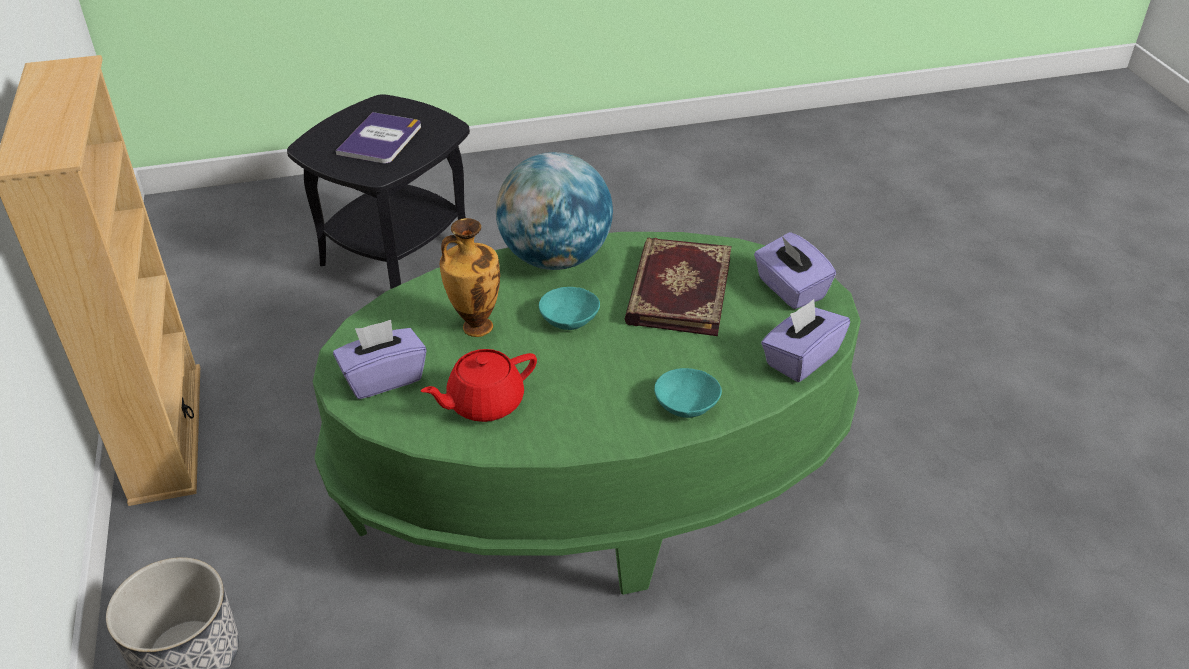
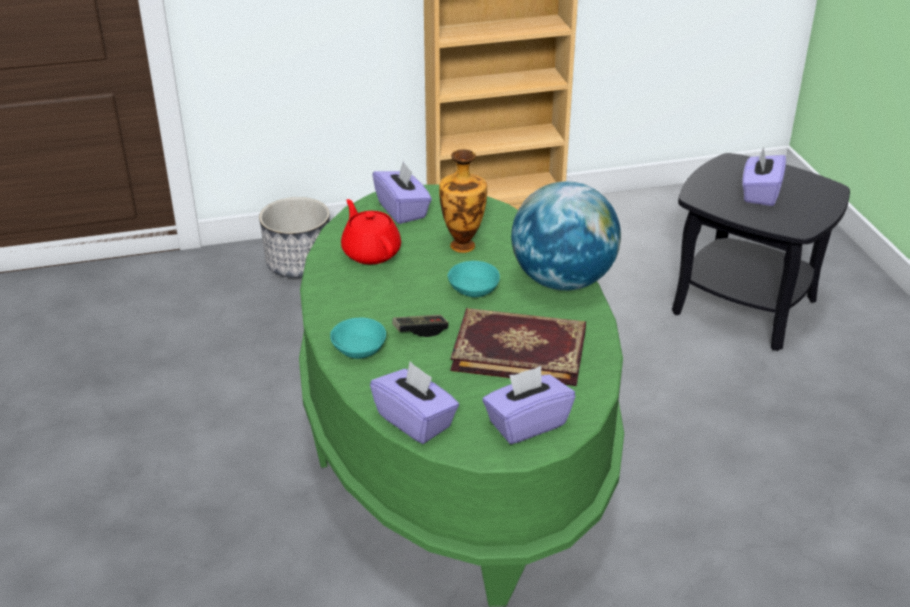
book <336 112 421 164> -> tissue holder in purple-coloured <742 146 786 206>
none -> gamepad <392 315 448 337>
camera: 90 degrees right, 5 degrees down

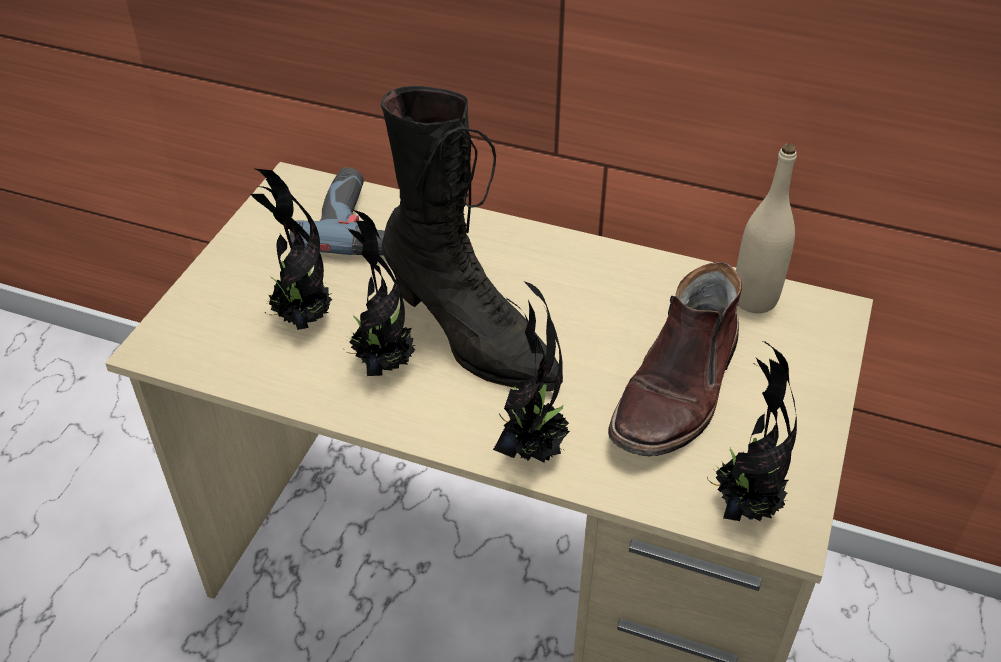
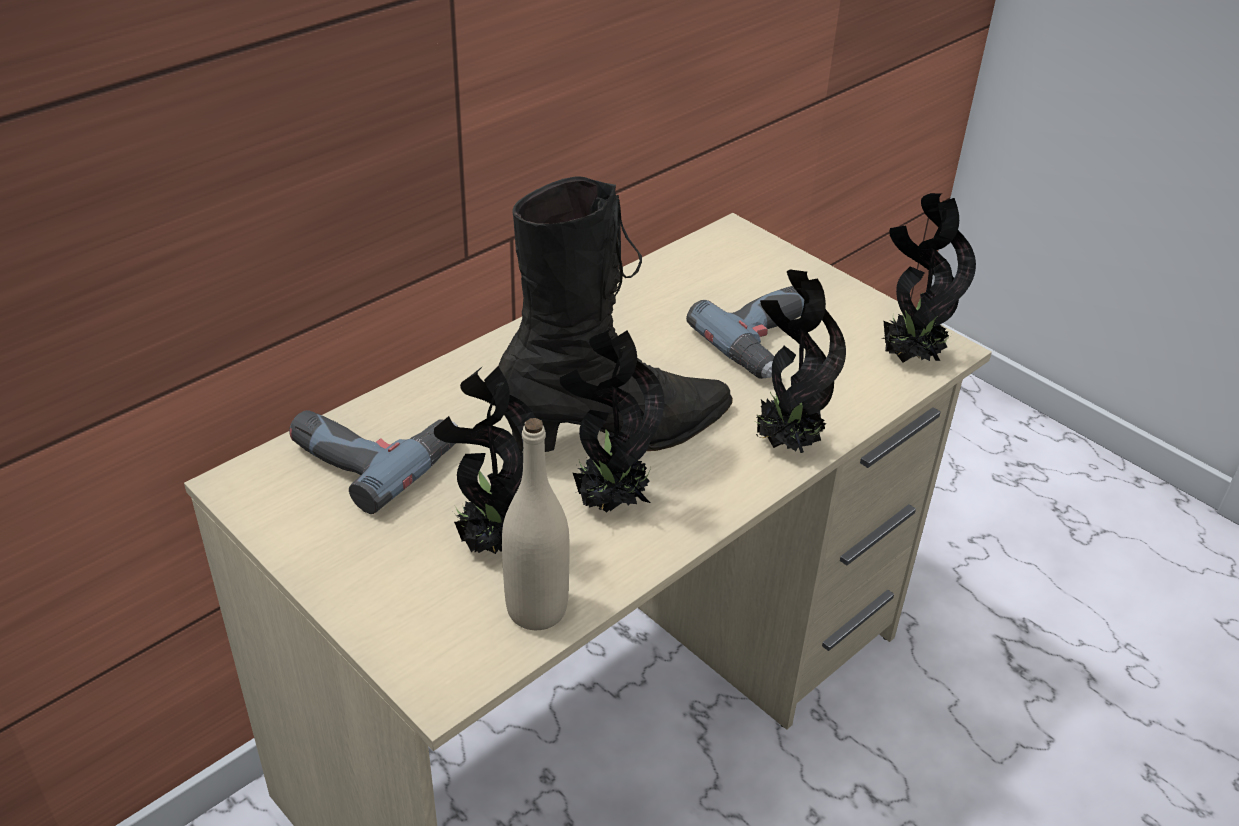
tall boot in brown <608 262 742 456> -> drill <686 286 804 379>
beverage bottle in beige <736 144 797 313> -> beverage bottle in beige <502 418 570 630>, relocated
camera: 65 degrees left, 5 degrees down

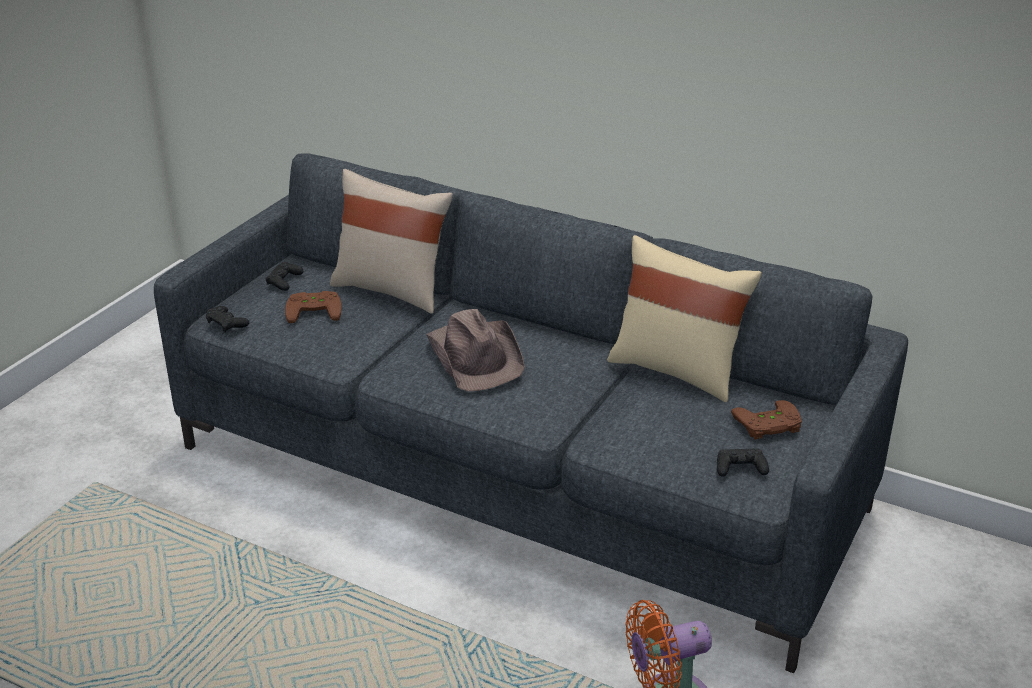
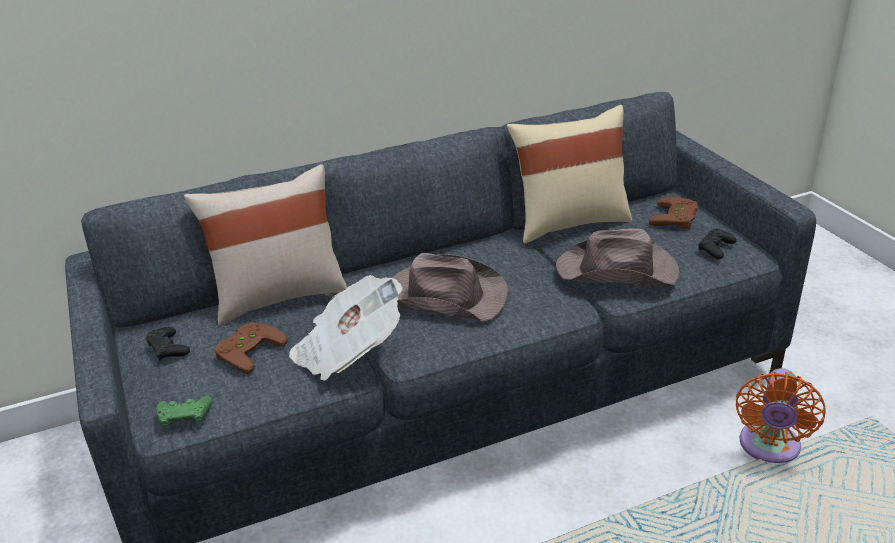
gamepad in black-coloured <206 306 249 332> -> gamepad in green <156 396 212 428>
none -> newspaper <289 275 403 381>
none -> hat in brown <556 228 680 286>
camera: 50 degrees left, 0 degrees up

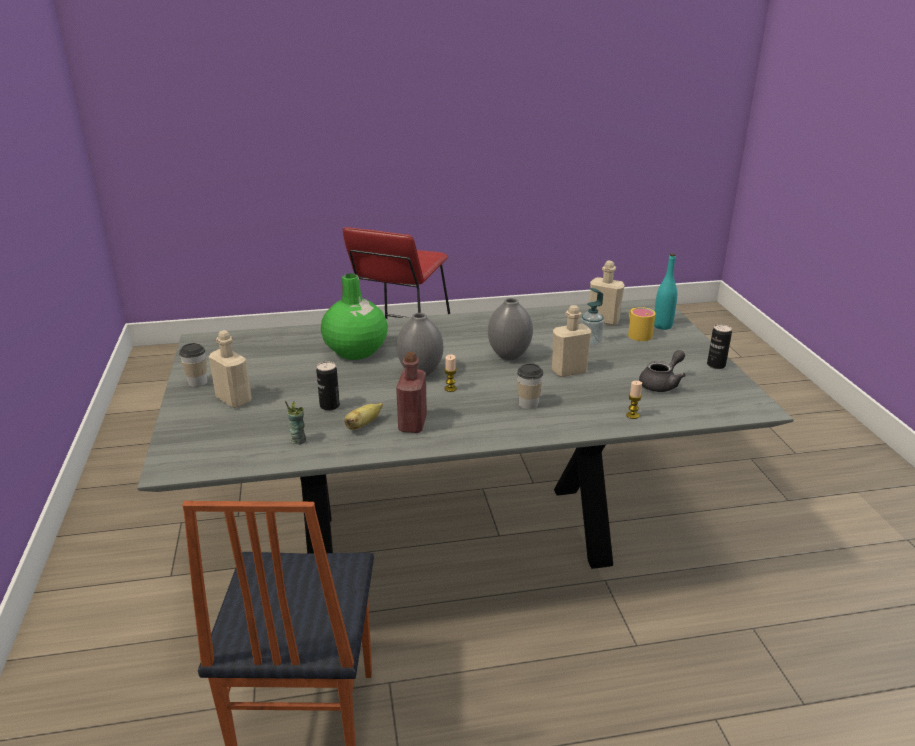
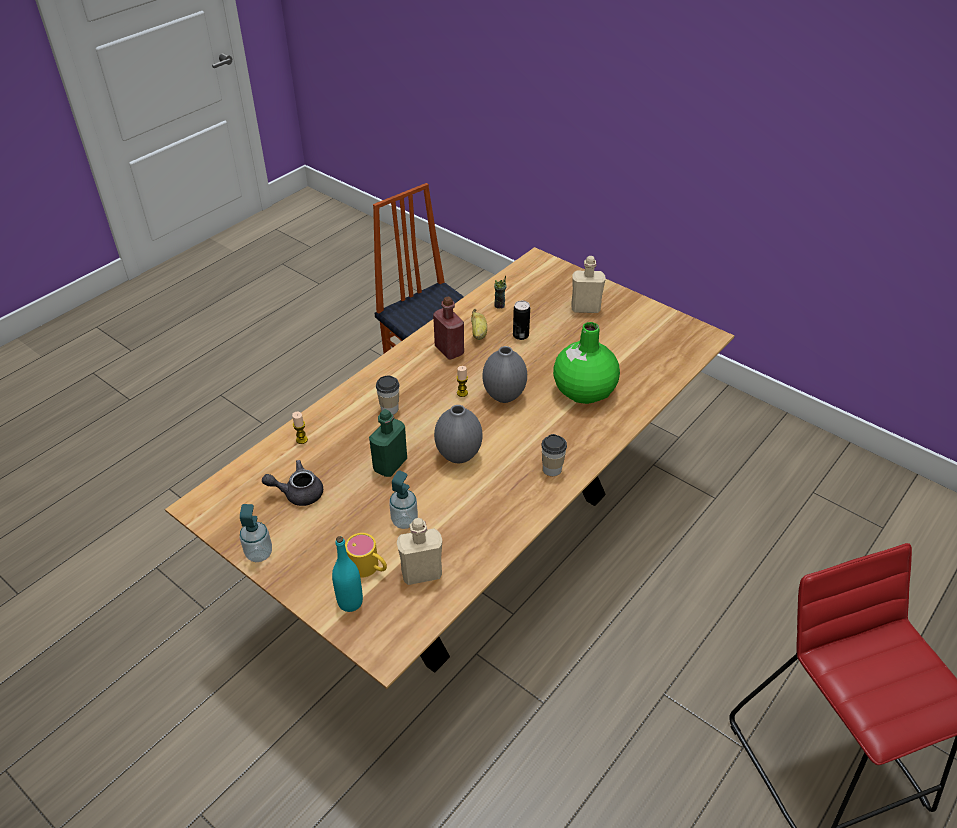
dinner table in gray <137 298 794 569> -> dinner table in brown <165 247 735 689>
cup <179 343 207 387> -> cup <541 434 567 476>, relocated
beverage bottle in beige <552 305 591 377> -> beverage bottle in green <369 409 407 477>
teapot in gray <639 350 686 392> -> teapot in gray <262 460 323 506>, 75 degrees clockwise
sealed can <707 324 732 369> -> soap dispenser <240 504 272 562>
camera: 140 degrees right, 15 degrees up

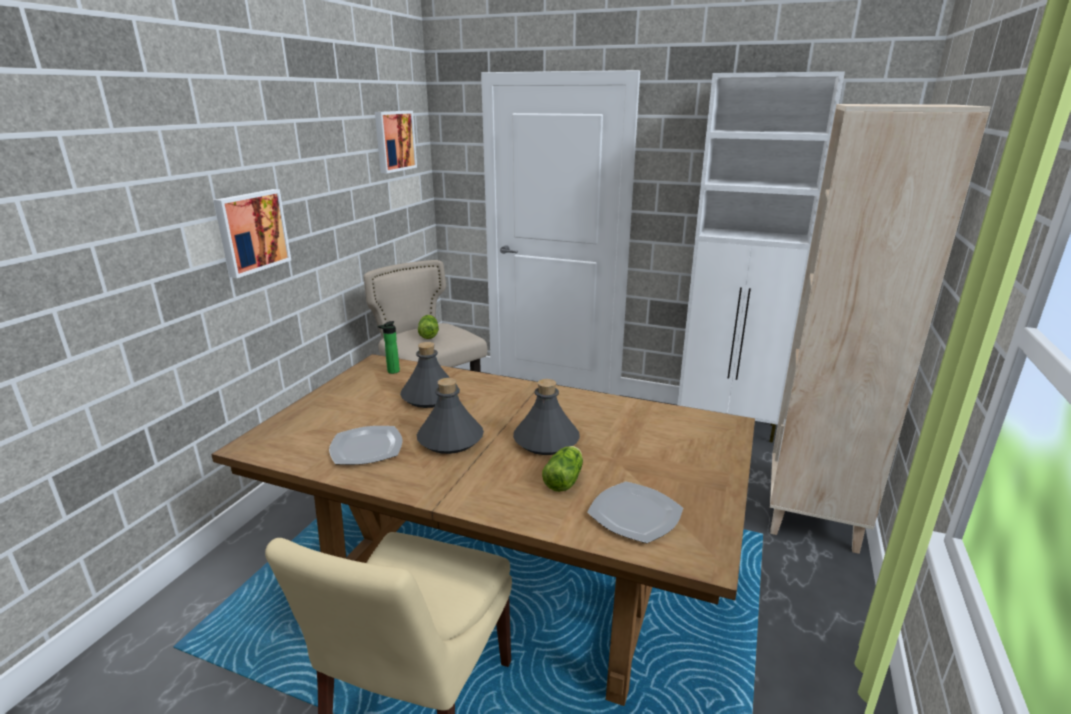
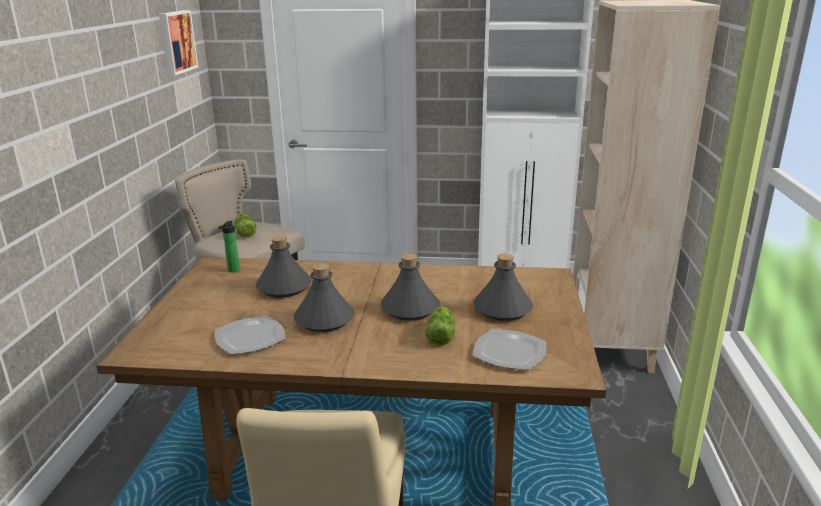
picture <214 189 291 278> -> none
none -> beverage bottle in gray <473 253 533 321>
camera: 15 degrees left, 0 degrees up

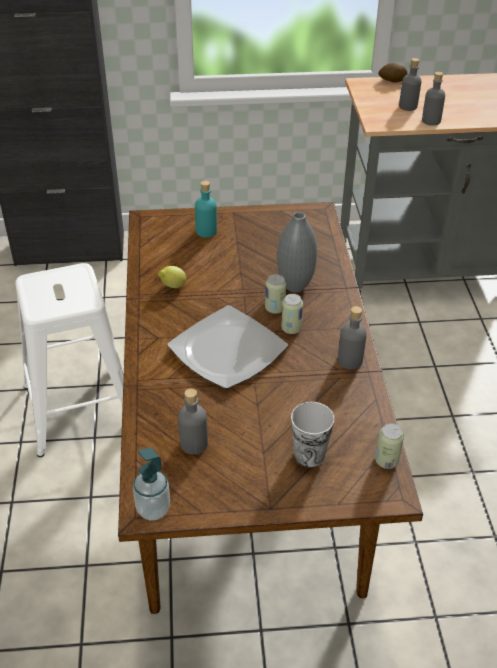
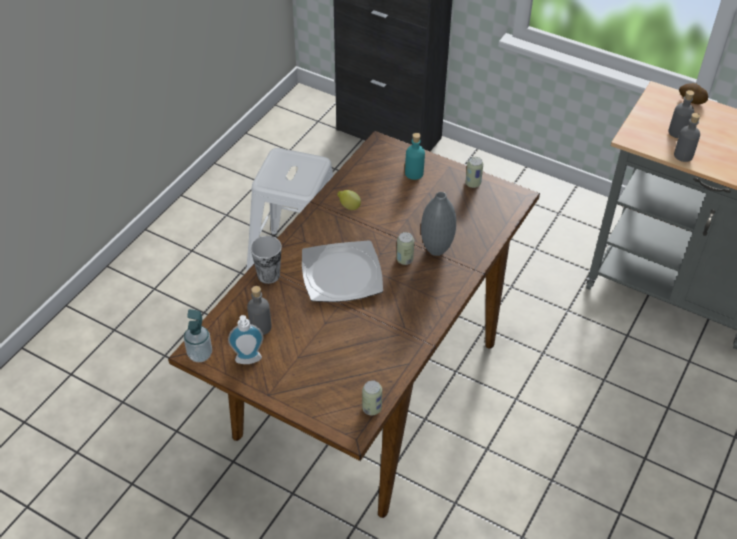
sealed can <281 294 303 334> -> sealed can <465 157 483 188>, relocated
cup <291 402 334 467> -> cup <250 236 282 284>, relocated
beverage bottle in gray <338 306 367 369> -> none
none -> soap dispenser <228 315 264 364>
camera: 35 degrees right, 5 degrees up

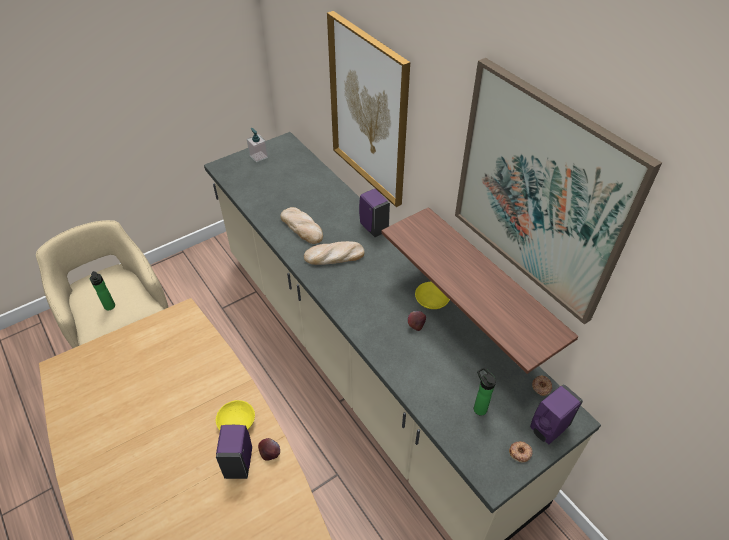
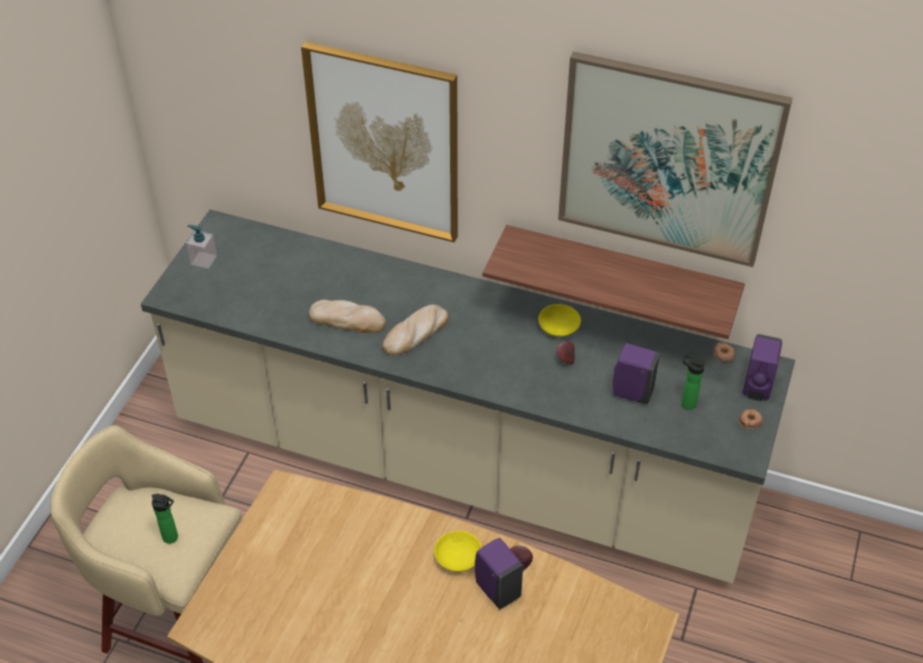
soap dispenser in purple-coloured <359 189 390 237> -> soap dispenser in purple-coloured <613 343 660 405>, relocated
camera: 35 degrees left, 0 degrees up

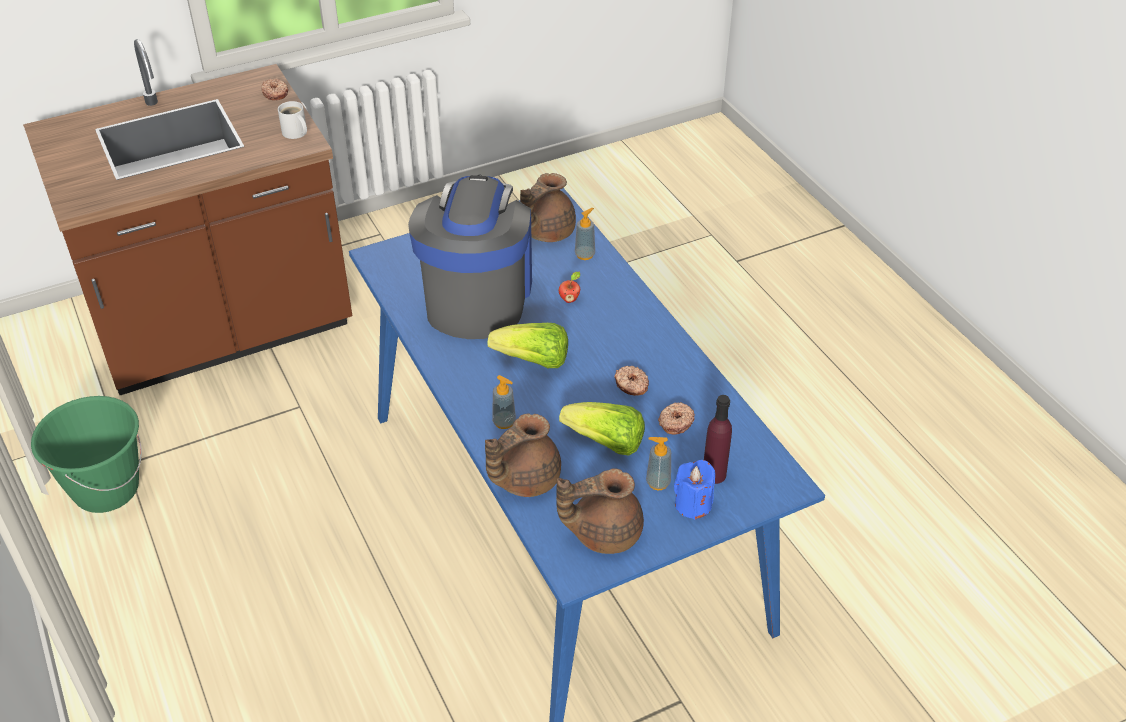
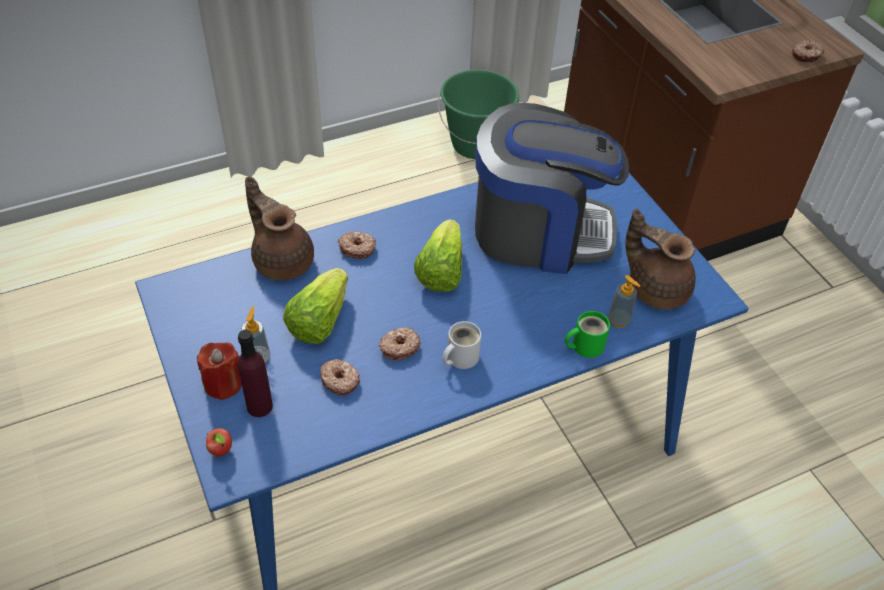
mug in whitish <278 101 307 139> -> mug in whitish <442 321 481 369>, relocated
soap dispenser <492 375 516 429> -> doughnut <338 232 376 259>
teapot in brown <556 469 644 554> -> none
apple <559 272 580 303> -> apple <206 428 232 456>, relocated
candle in bluish <674 460 715 520> -> candle in reddish <197 343 242 400>
none -> mug in green <565 311 610 358>
camera: 90 degrees right, 5 degrees up

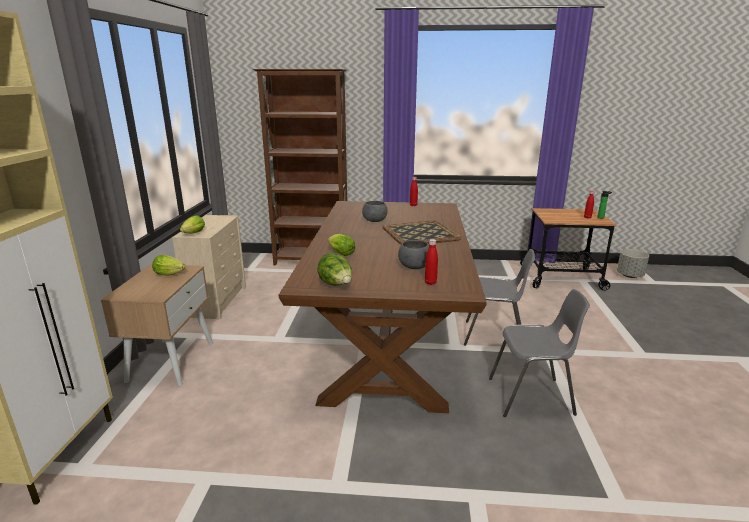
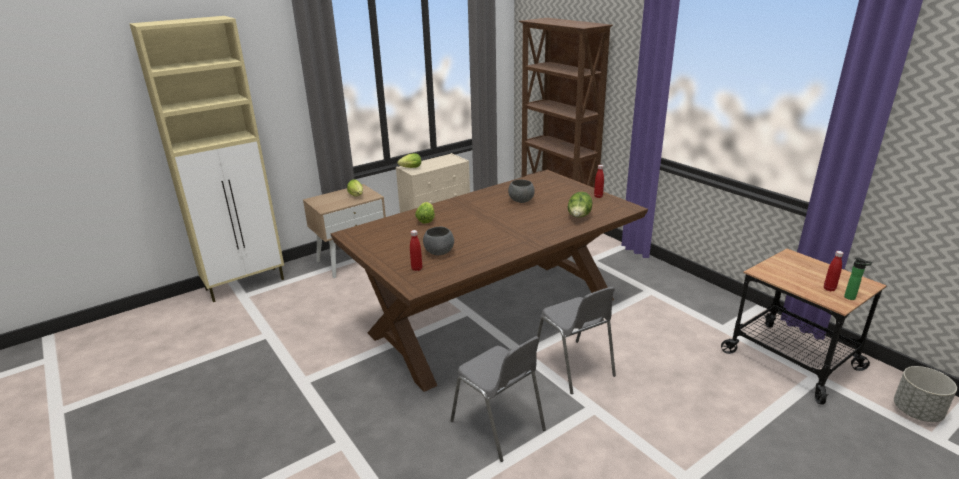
lettuce head <318 253 352 286> -> lettuce head <568 192 593 218>, relocated
serving tray <383 220 461 245> -> none
camera: 50 degrees right, 5 degrees up

